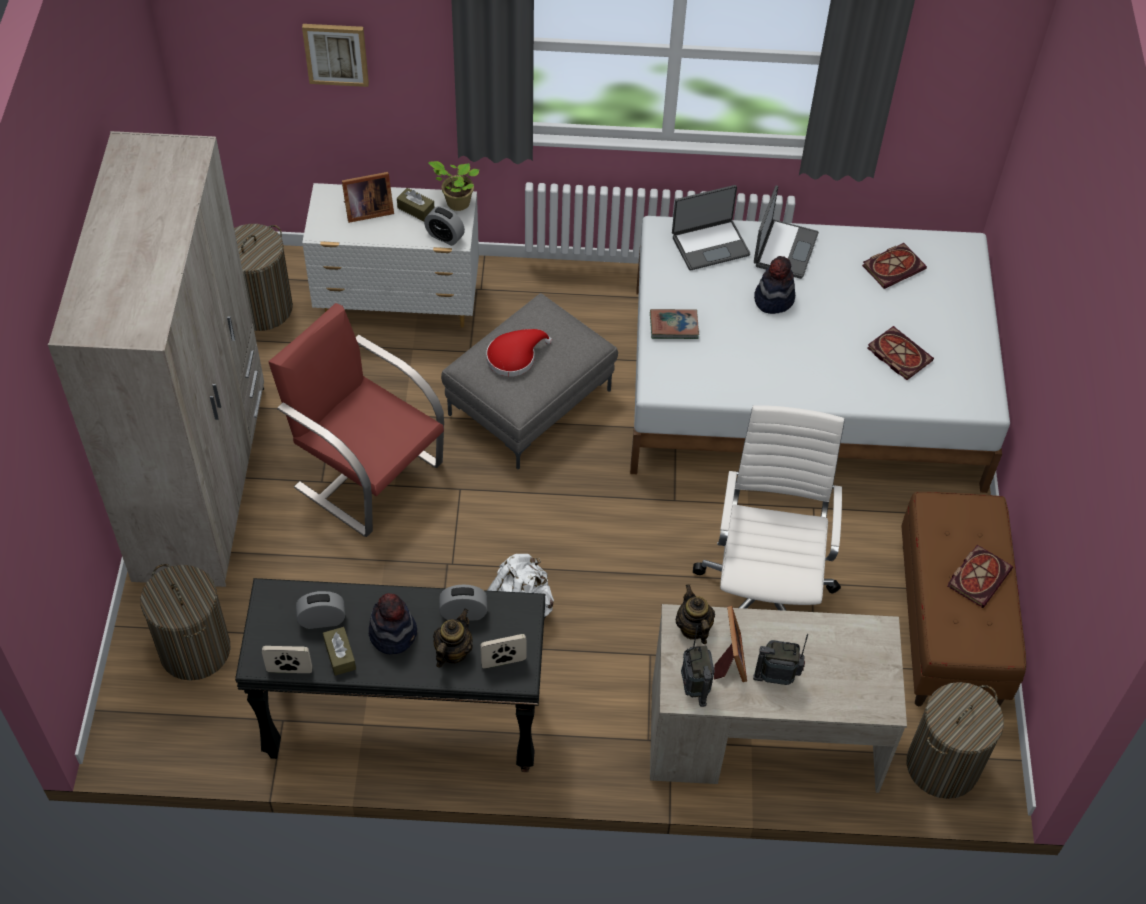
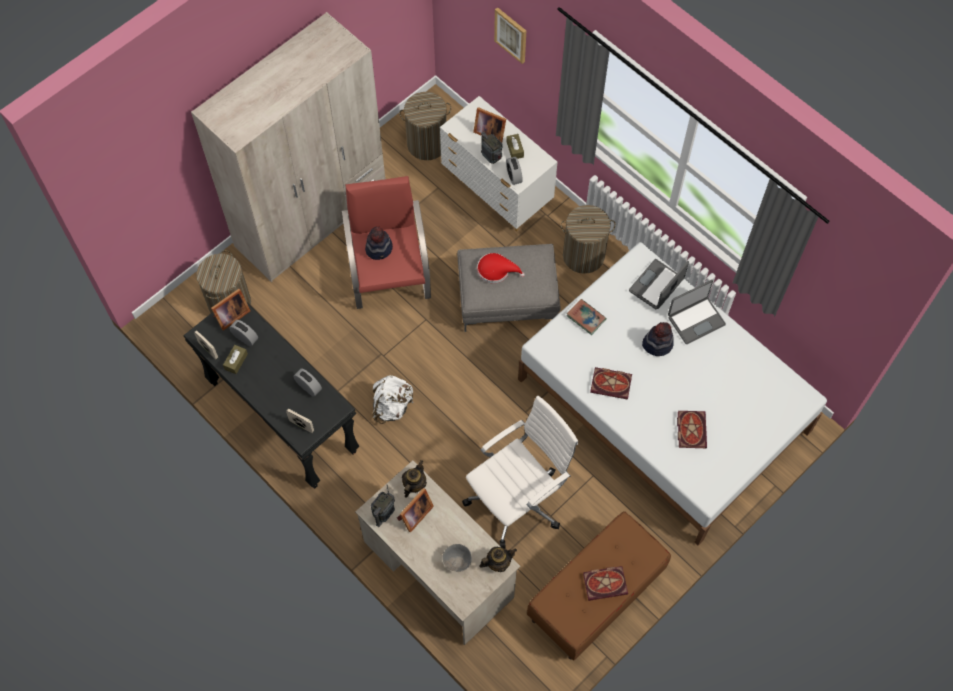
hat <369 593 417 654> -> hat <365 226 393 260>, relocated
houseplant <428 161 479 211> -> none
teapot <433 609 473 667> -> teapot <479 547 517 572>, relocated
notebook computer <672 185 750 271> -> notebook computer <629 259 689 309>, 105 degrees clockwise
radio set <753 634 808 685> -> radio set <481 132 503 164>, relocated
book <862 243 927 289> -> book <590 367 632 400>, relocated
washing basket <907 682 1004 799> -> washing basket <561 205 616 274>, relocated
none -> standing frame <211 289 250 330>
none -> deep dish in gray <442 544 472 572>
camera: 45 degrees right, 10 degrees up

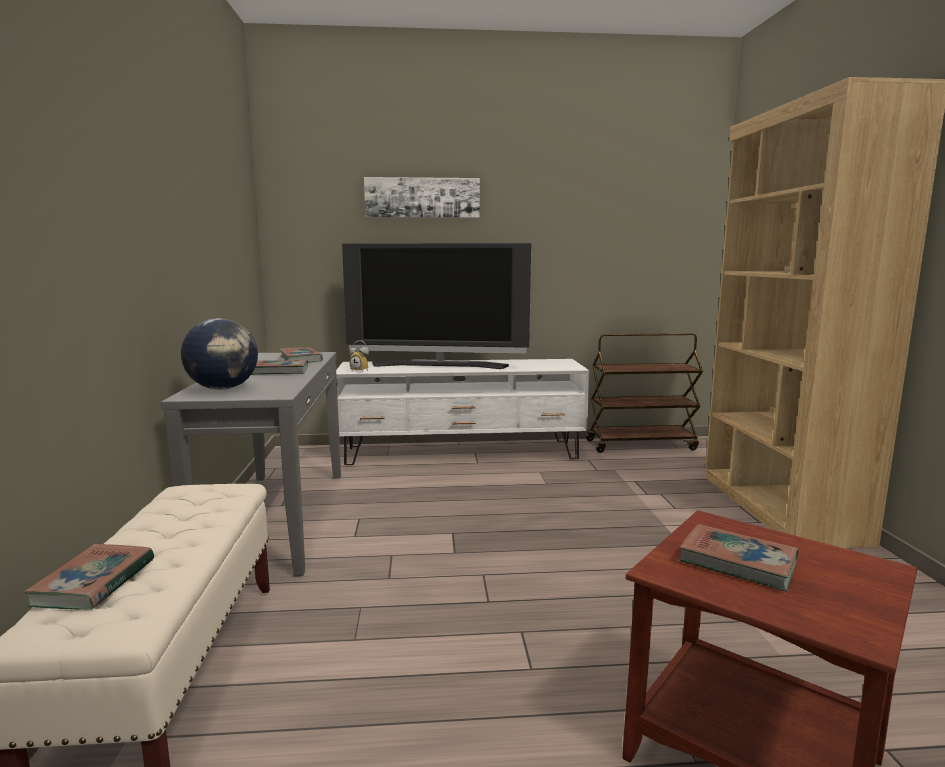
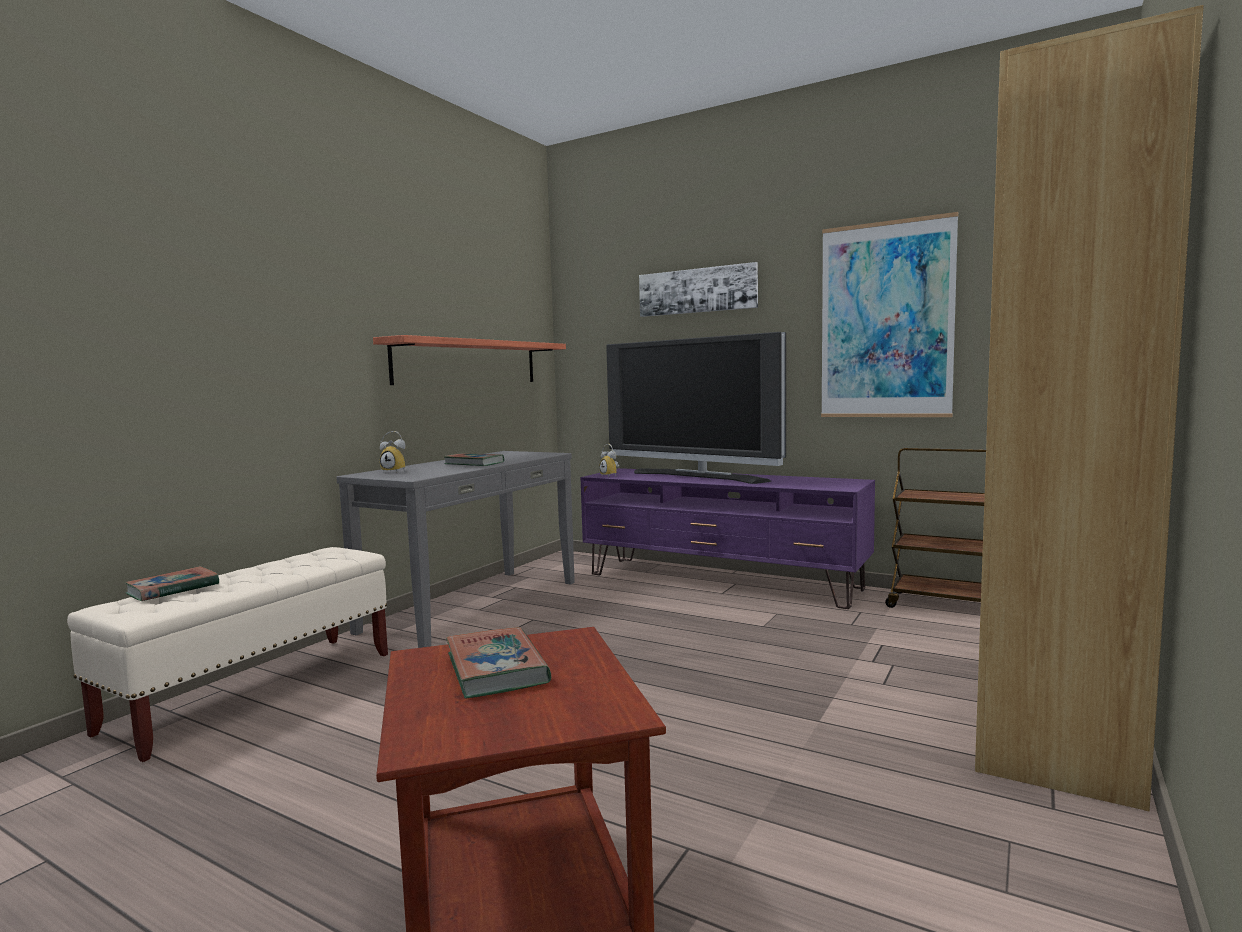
globe <181 318 258 390> -> alarm clock <380 431 406 473>
book <279 347 323 363> -> none
media console in whitish <336 359 589 465> -> media console in purple-coloured <581 468 875 609>
none -> bracket shelf <373 335 566 385>
none -> picture <821 212 958 417>
camera: 35 degrees right, 5 degrees down

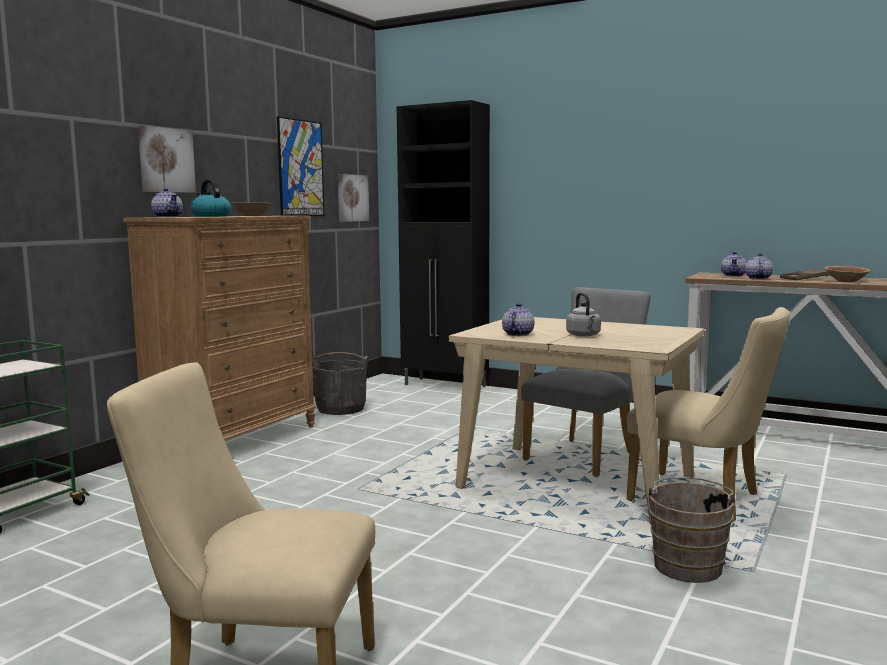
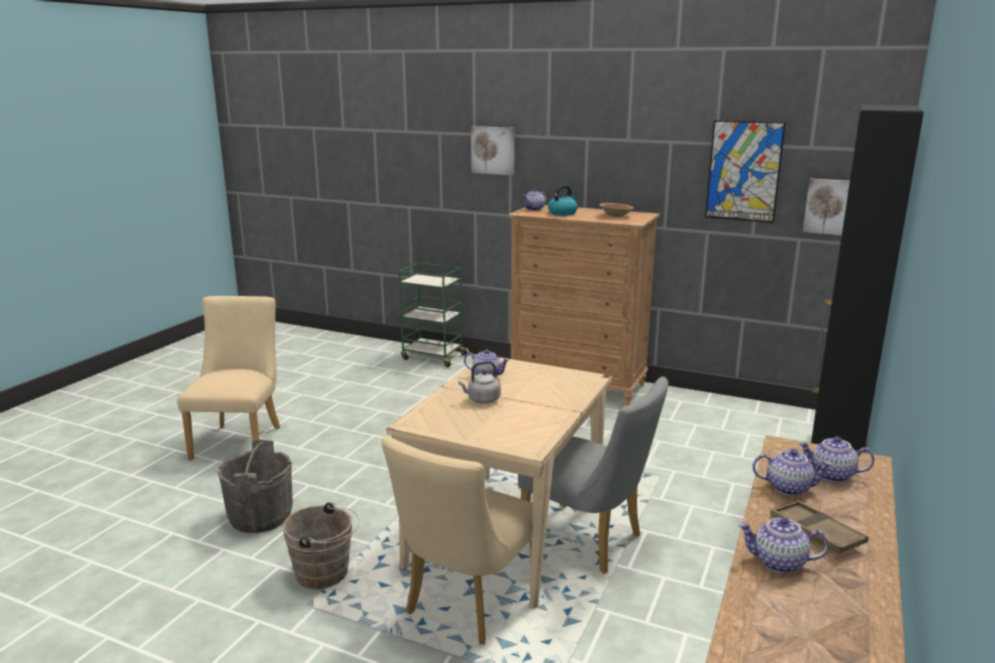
picture <138 125 196 193> -> picture <471 126 515 175>, relocated
bucket in gray <312 352 368 415> -> bucket in gray <217 439 293 533>, relocated
deep dish in brown <824 266 871 282> -> teapot <738 517 829 573>
camera: 85 degrees right, 10 degrees up

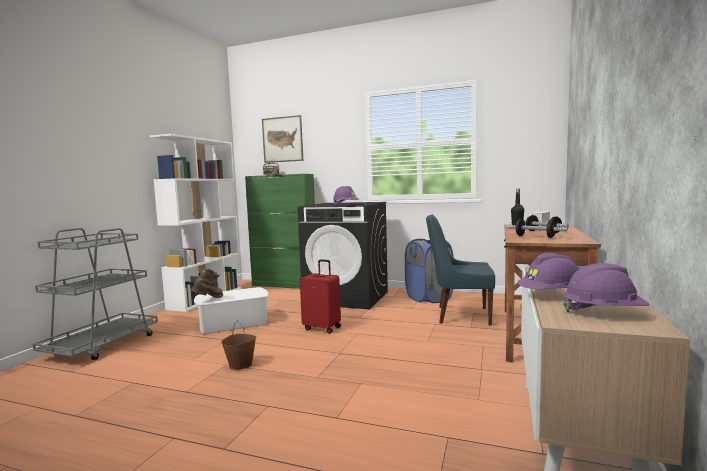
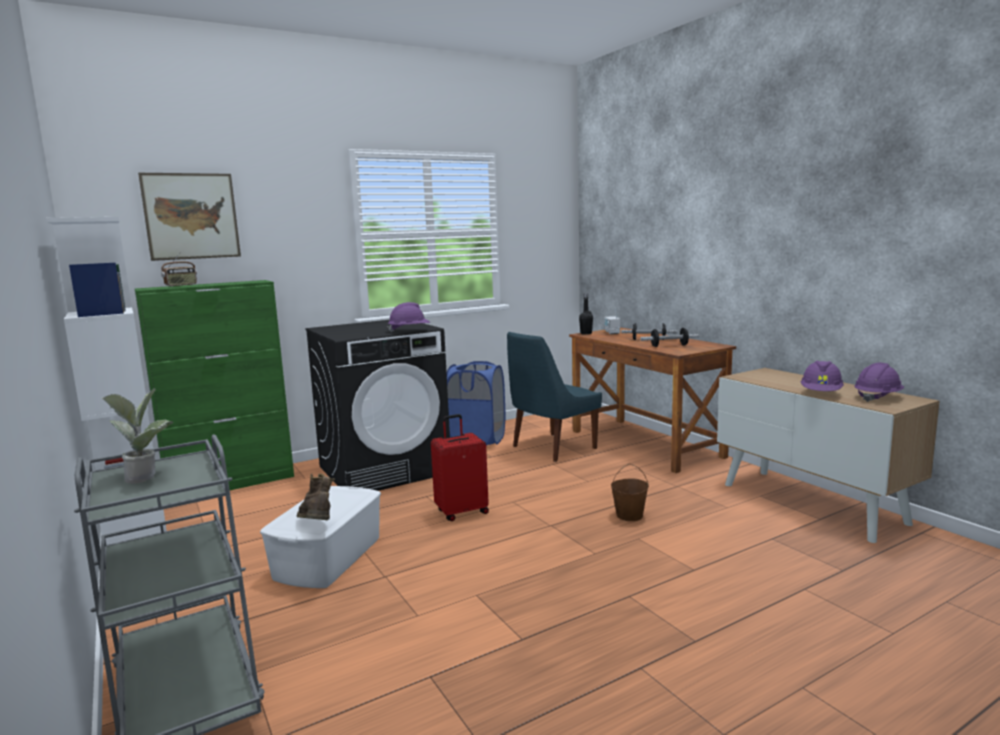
bucket in brown <221 321 256 370> -> bucket in brown <611 464 649 521>, relocated
none -> houseplant <102 388 173 484>
camera: 50 degrees left, 5 degrees up

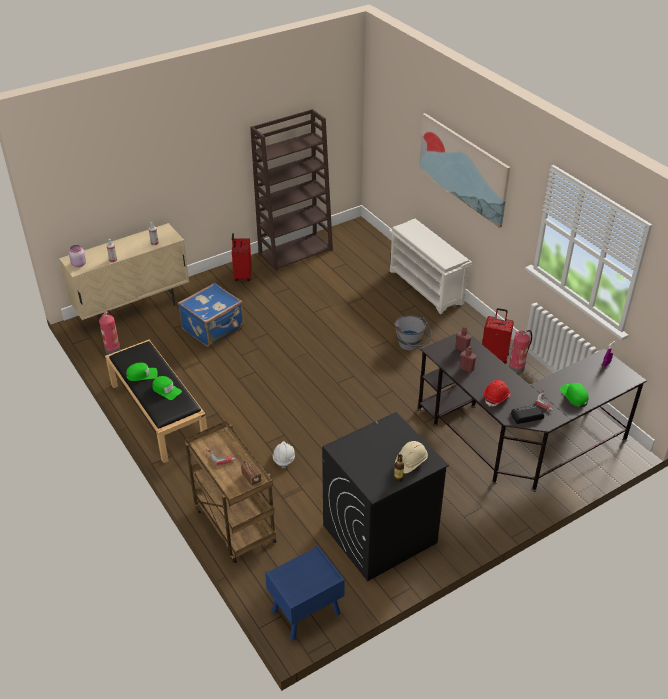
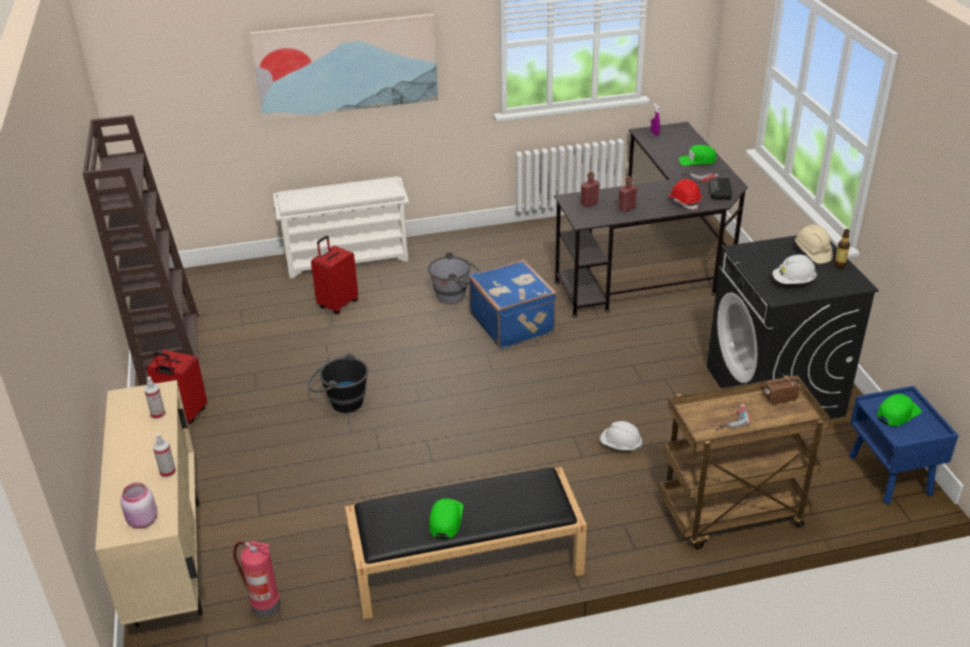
peaked cap in green <152 376 182 400> -> peaked cap in green <877 394 922 426>, relocated
suitcase in bluish <178 283 244 347> -> suitcase in bluish <469 260 557 349>, relocated
suitcase in reddish <482 308 514 364> -> suitcase in reddish <311 236 358 314>, relocated
fire-fighting cylinder <509 330 532 374> -> none
none -> bucket in black-coloured <307 353 368 413>
none -> safety helmet in whitish <773 254 817 284>
camera: 70 degrees left, 5 degrees down

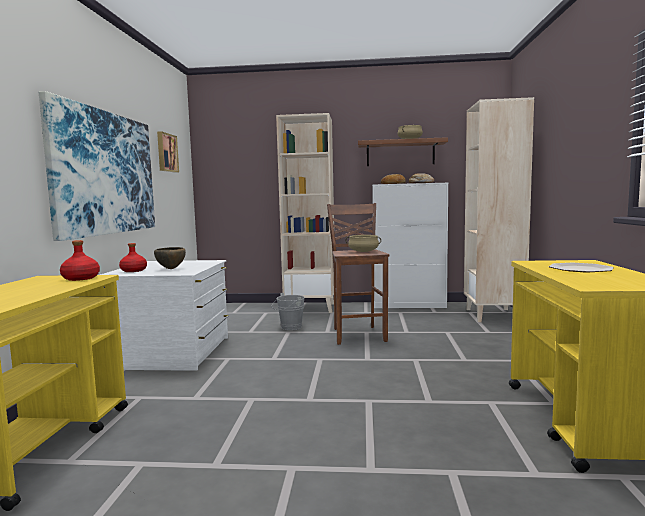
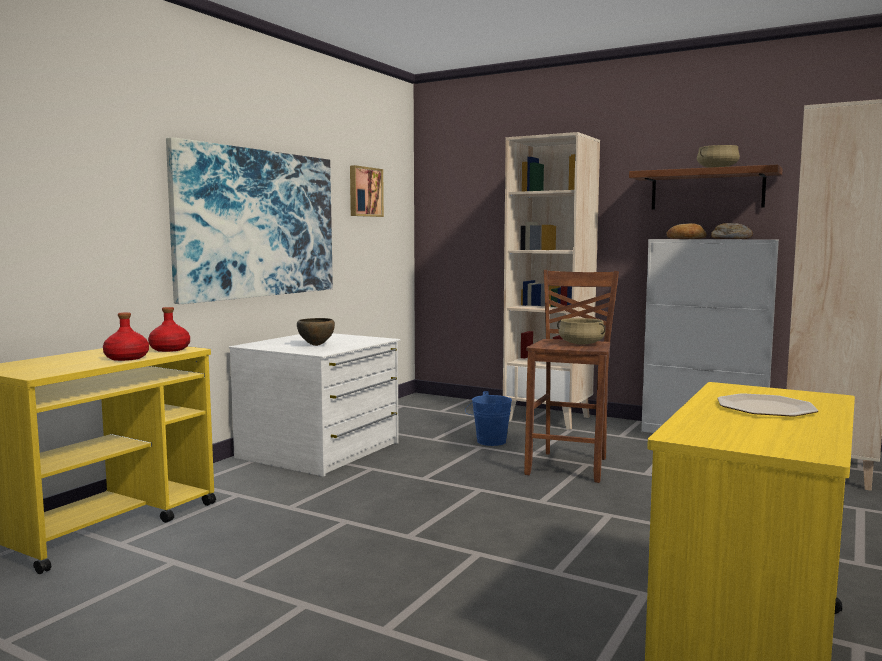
beverage bottle in reddish <119 243 147 272> -> beverage bottle in reddish <103 312 149 361>, relocated
bucket in gray <272 293 305 330> -> bucket in bluish <465 391 512 446>
camera: 25 degrees right, 0 degrees up

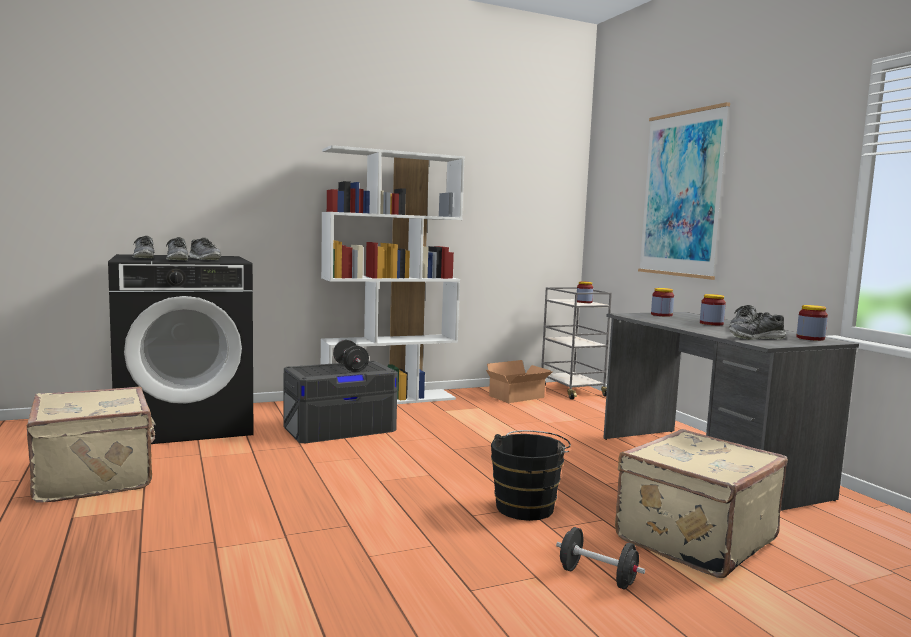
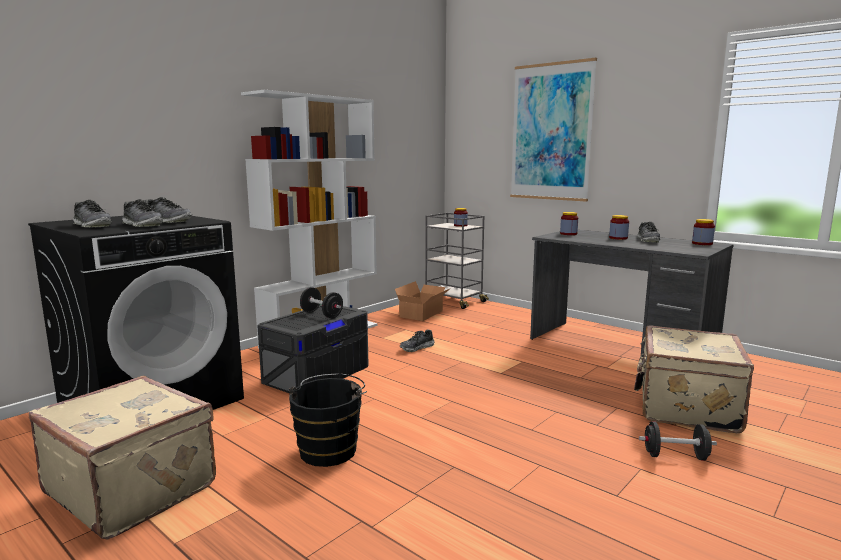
bucket in black-coloured <491 430 571 521> -> bucket in black-coloured <289 374 367 467>, relocated
shoe <729 312 786 340> -> shoe <400 330 435 352>, relocated
camera: 25 degrees left, 5 degrees up

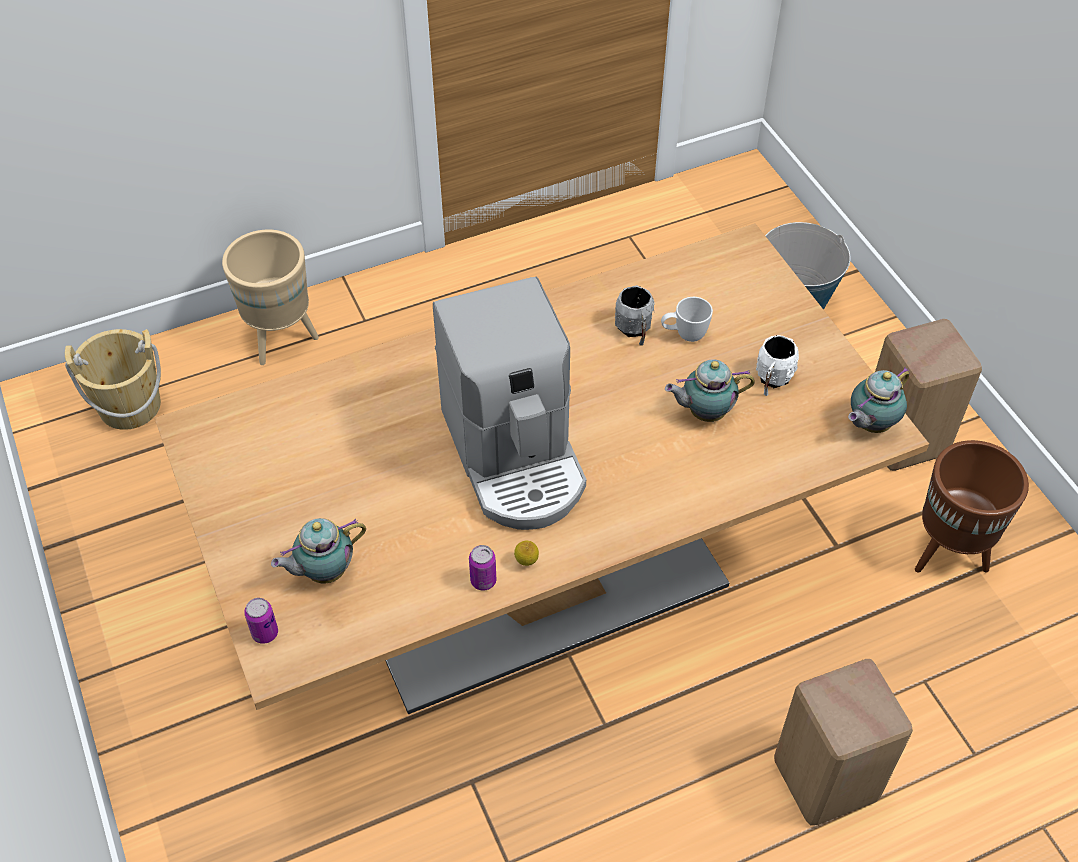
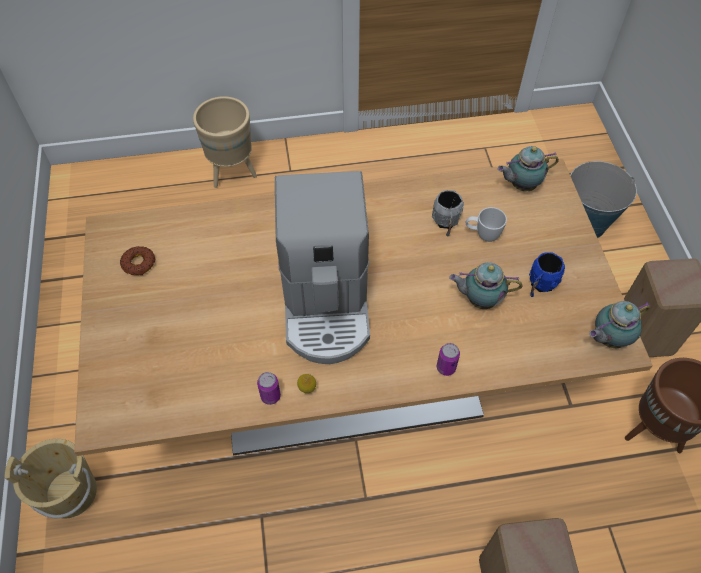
bucket in beige <65 329 161 430> -> bucket in beige <5 439 97 518>, relocated
sealed can <244 598 278 644> -> sealed can <437 343 460 376>, relocated
teapot <271 518 366 583> -> teapot <498 146 559 191>, relocated
mug in whitish <756 335 799 396> -> mug in bluish <529 252 565 297>
none -> doughnut <120 246 155 275>
camera: 15 degrees right, 5 degrees up

